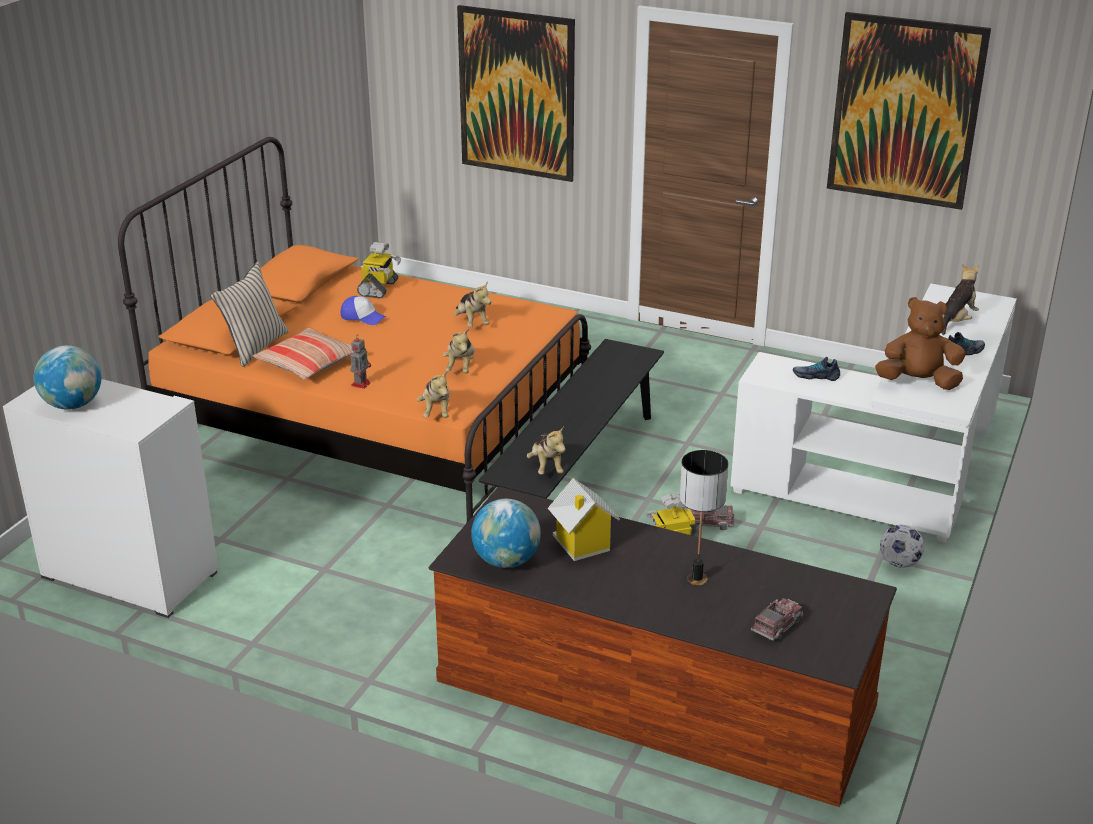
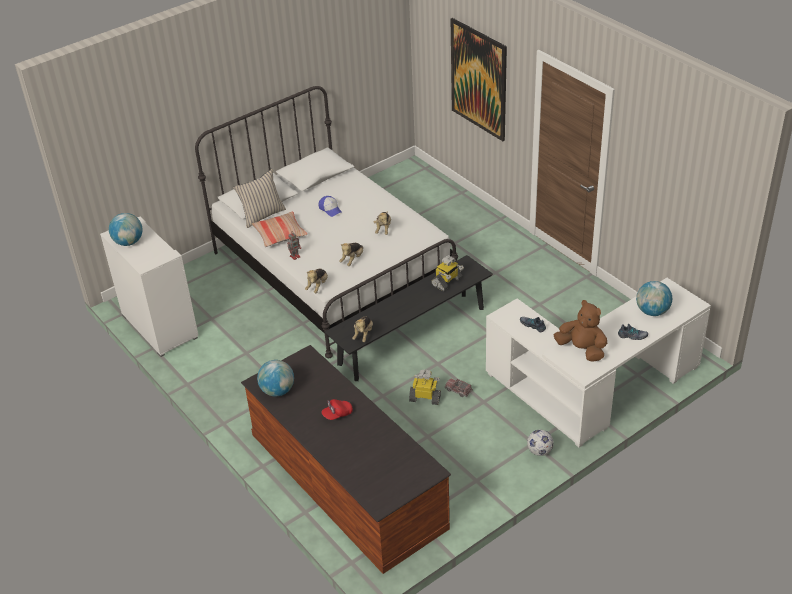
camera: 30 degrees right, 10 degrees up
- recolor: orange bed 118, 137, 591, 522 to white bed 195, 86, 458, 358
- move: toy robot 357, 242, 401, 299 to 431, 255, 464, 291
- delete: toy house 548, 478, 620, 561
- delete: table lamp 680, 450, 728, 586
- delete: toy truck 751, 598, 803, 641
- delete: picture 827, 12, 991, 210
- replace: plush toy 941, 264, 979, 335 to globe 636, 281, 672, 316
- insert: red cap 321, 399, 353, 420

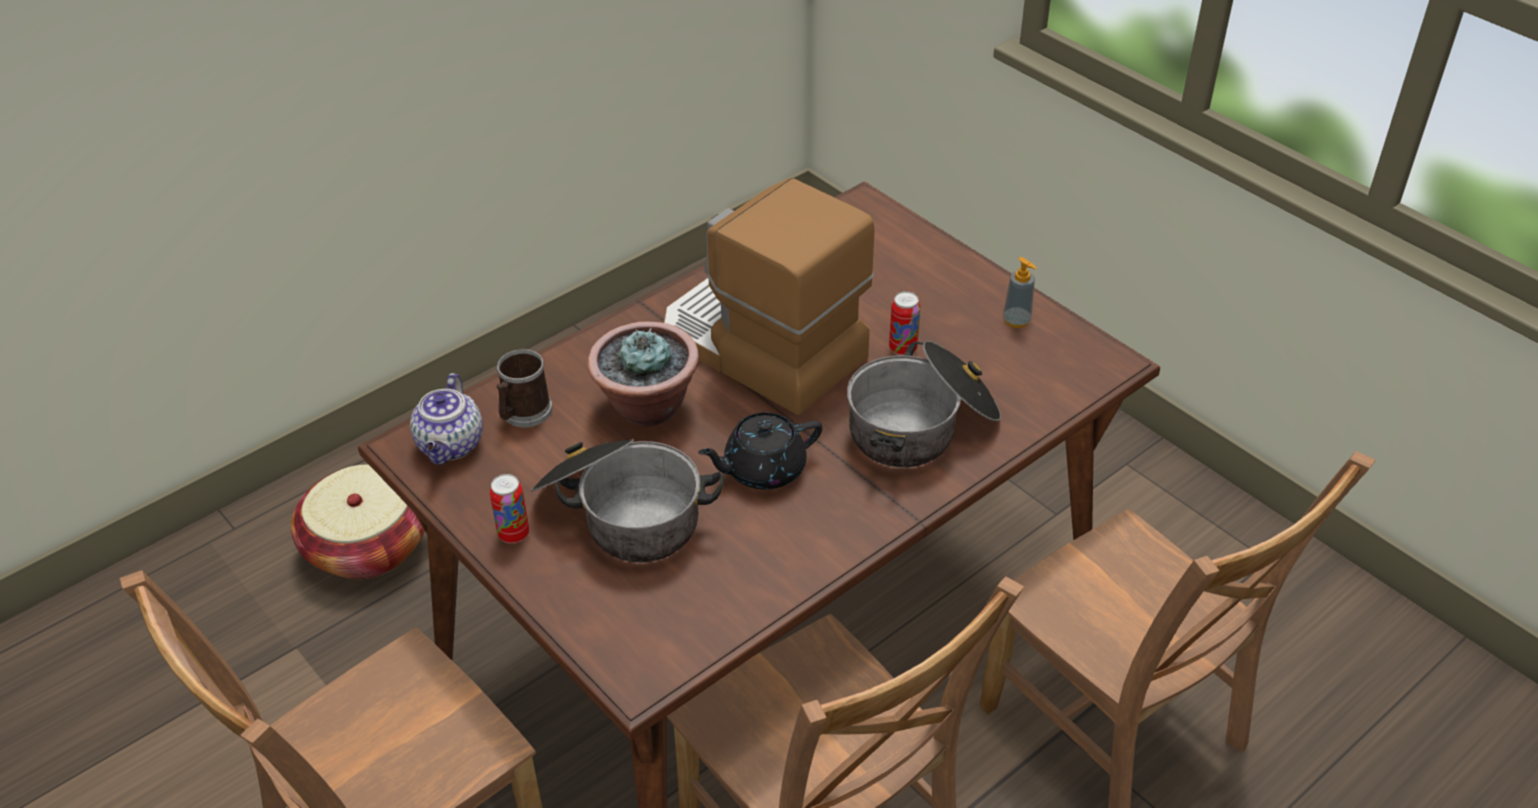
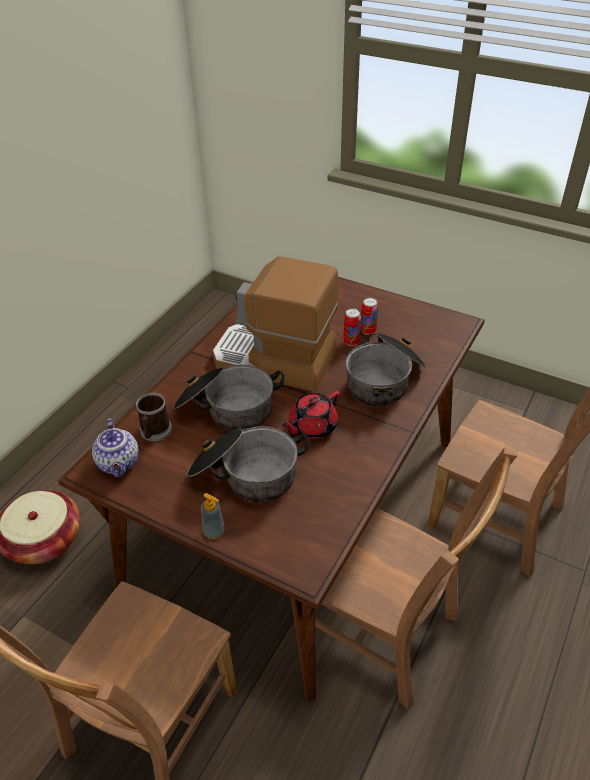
camera: 20 degrees left, 0 degrees up
- move: can 490, 474, 529, 544 to 361, 298, 378, 335
- replace: potted plant 587, 322, 699, 427 to cooking pot 173, 365, 284, 431
- recolor: black teapot 698, 412, 822, 490 to red teapot 281, 391, 340, 439
- move: soap dispenser 1003, 257, 1037, 328 to 201, 493, 225, 539

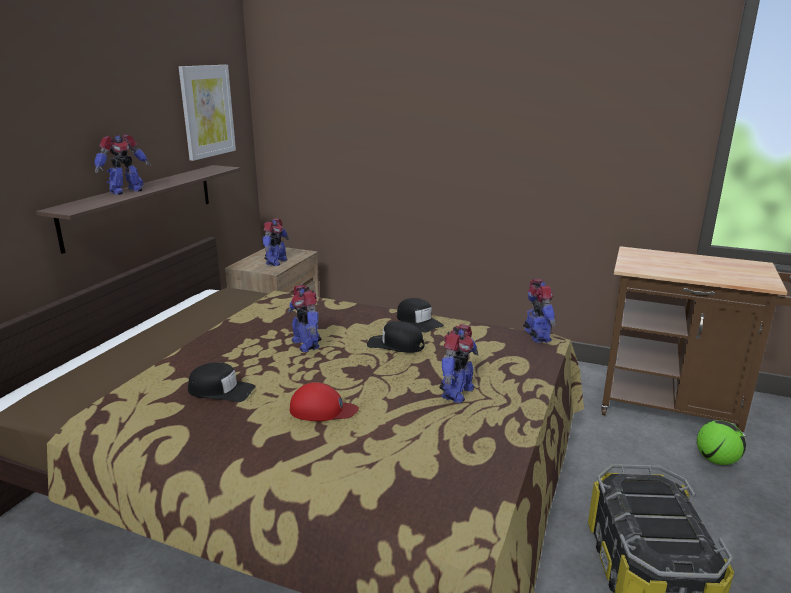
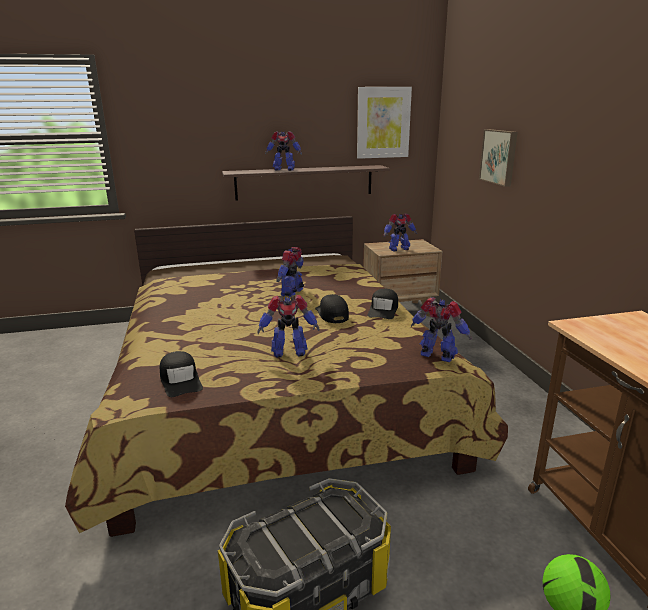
camera: 55 degrees right, 0 degrees up
- move: black cap 188, 362, 256, 402 to 160, 351, 203, 397
- delete: red cap 290, 382, 359, 421
- rotate: toy robot 523, 279, 556, 343 = 411, 297, 472, 362 105 degrees counterclockwise
- insert: picture 479, 129, 517, 187

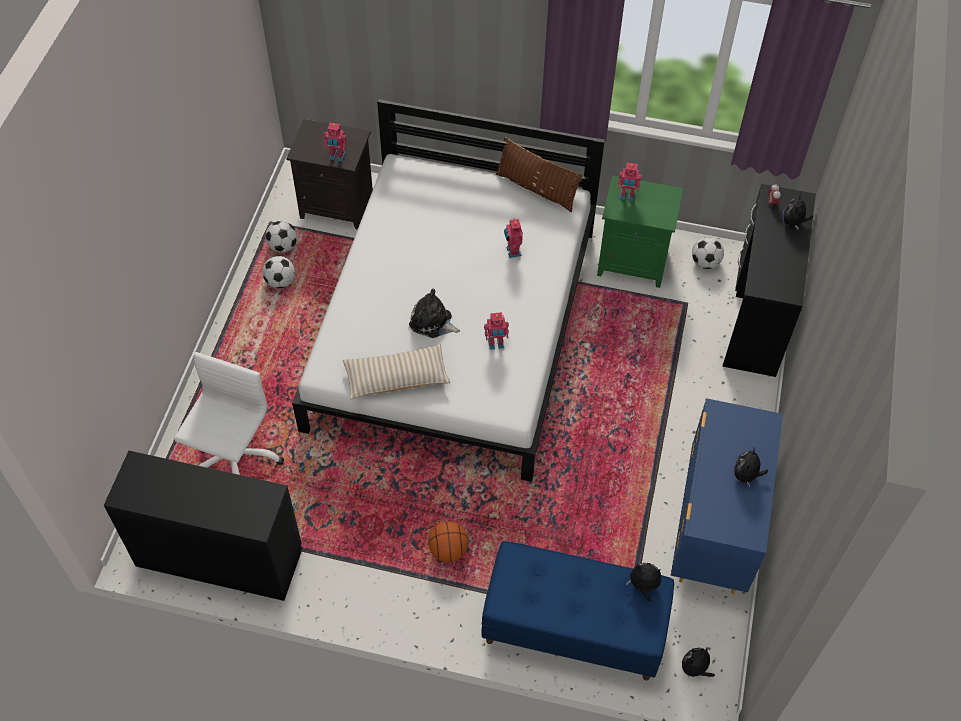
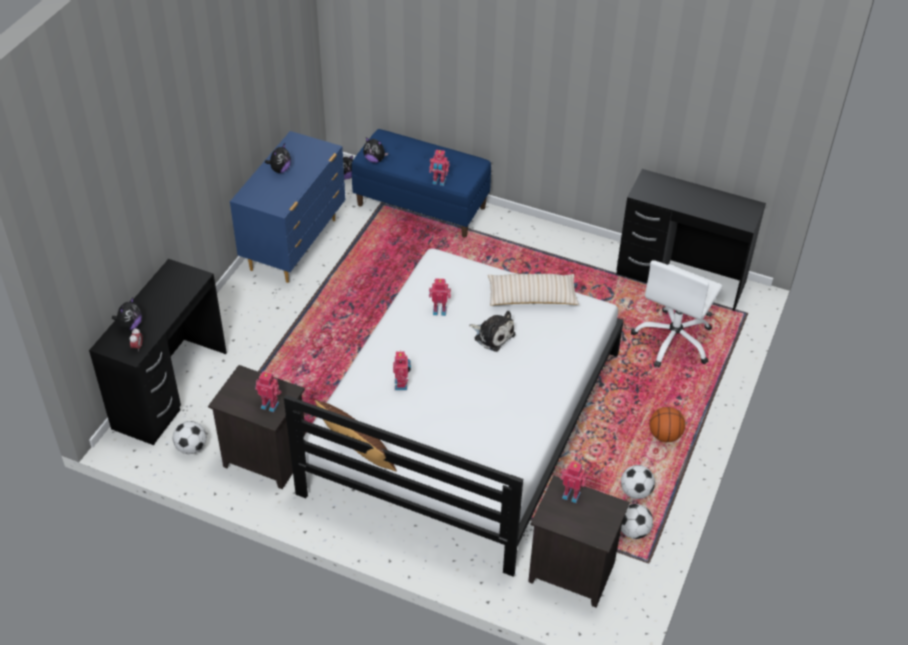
camera: 170 degrees left, 10 degrees down
- move: basketball 428, 521, 469, 562 to 649, 407, 685, 442
- recolor: green nightstand 597, 175, 684, 288 to black nightstand 208, 365, 306, 489
- insert: toy robot 429, 150, 450, 186

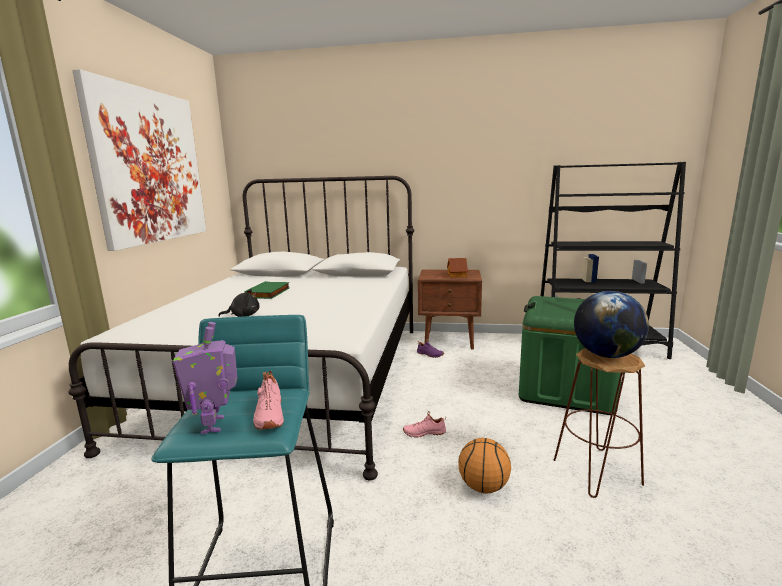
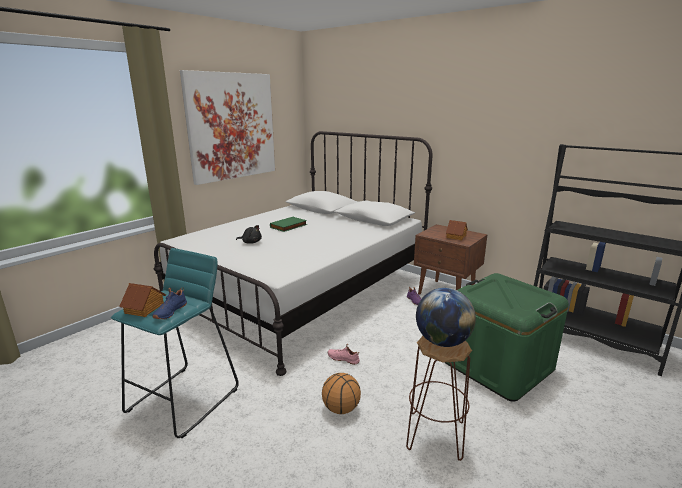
camera: 30 degrees right, 5 degrees up
- replace: toy robot 172, 322, 237, 434 to toy house 119, 283, 166, 317
- recolor: pink shoe 253, 371, 284, 430 to blue shoe 153, 288, 187, 319

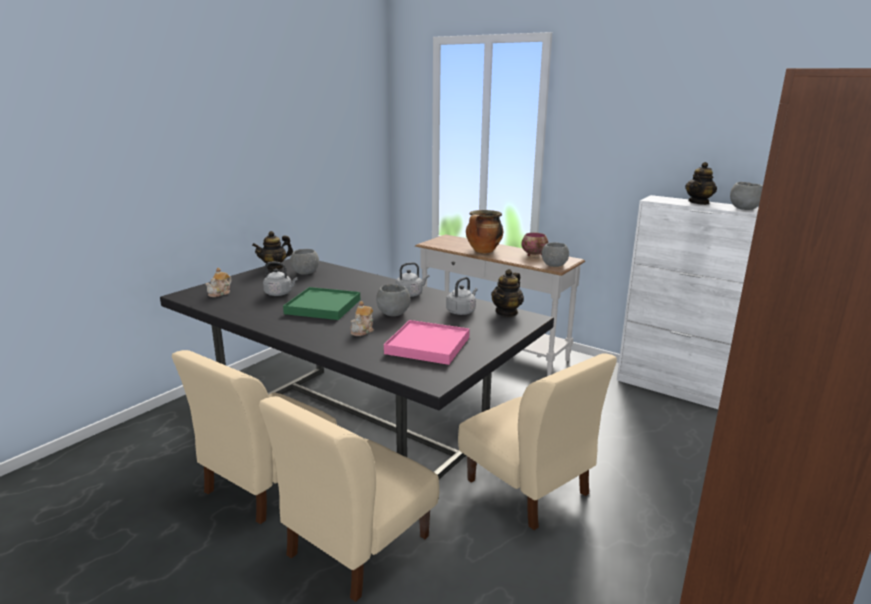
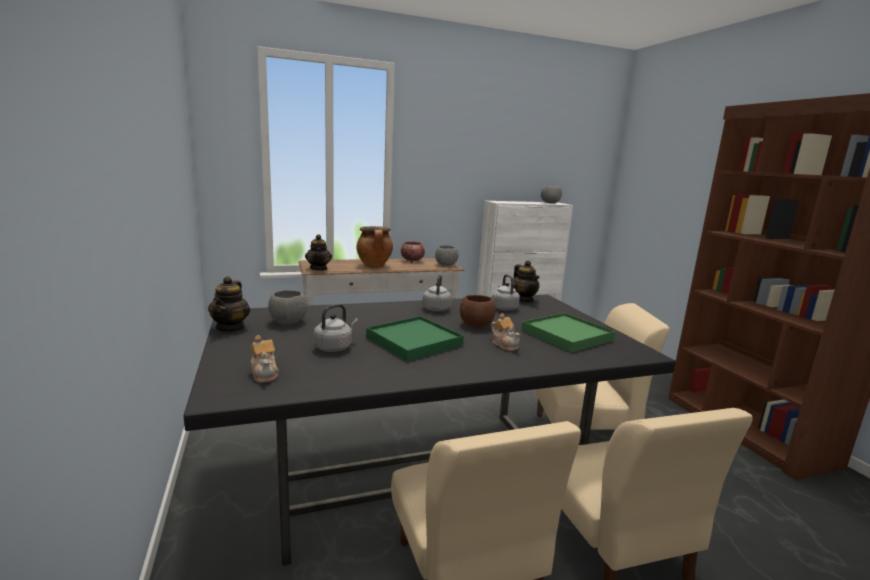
camera: 55 degrees left, 5 degrees down
- recolor: grey bowl 376, 284, 410, 316 to brown bowl 460, 295, 496, 328
- recolor: pink tray 384, 320, 470, 365 to green tray 522, 313, 615, 353
- move: teapot 685, 162, 717, 205 to 305, 234, 332, 271

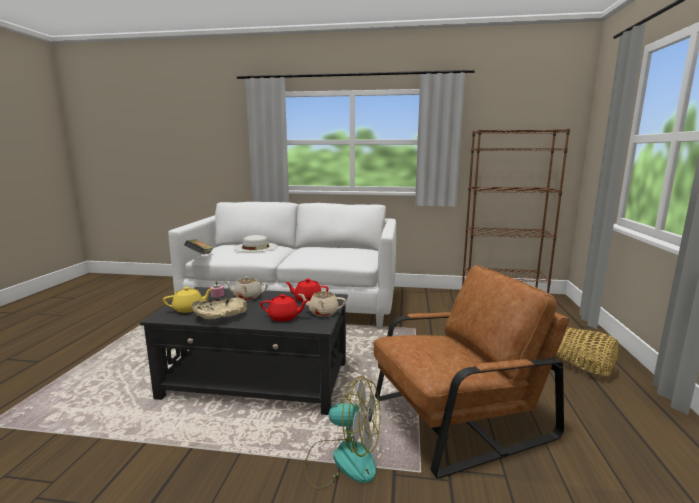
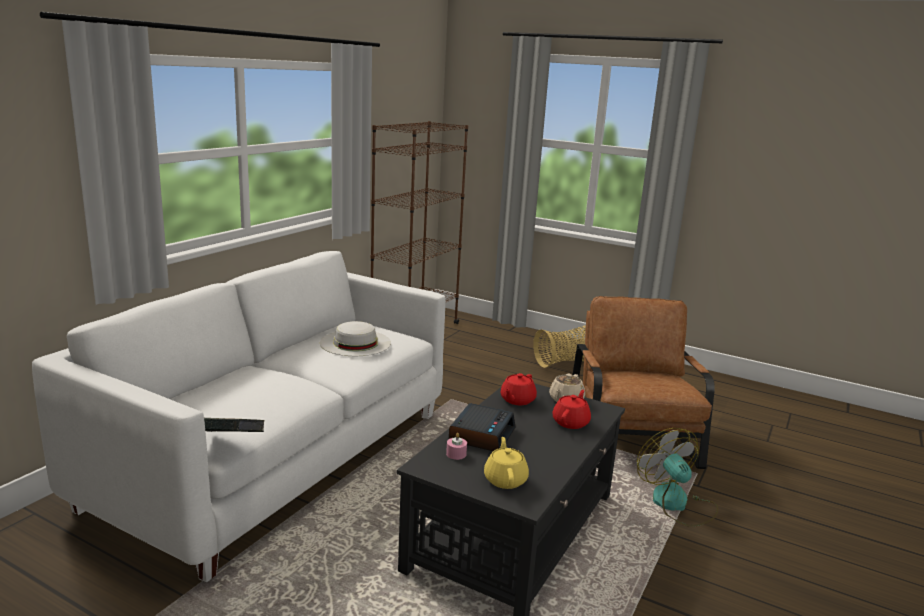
camera: 70 degrees left, 5 degrees up
- delete: beige bowl 192, 297, 247, 319
- replace: beige teapot 223, 276, 268, 300 to alarm clock 449, 403, 515, 451
- move: white hat 234, 235, 277, 252 to 320, 321, 391, 356
- rotate: fan 304, 376, 380, 490 = 637, 428, 719, 527 60 degrees counterclockwise

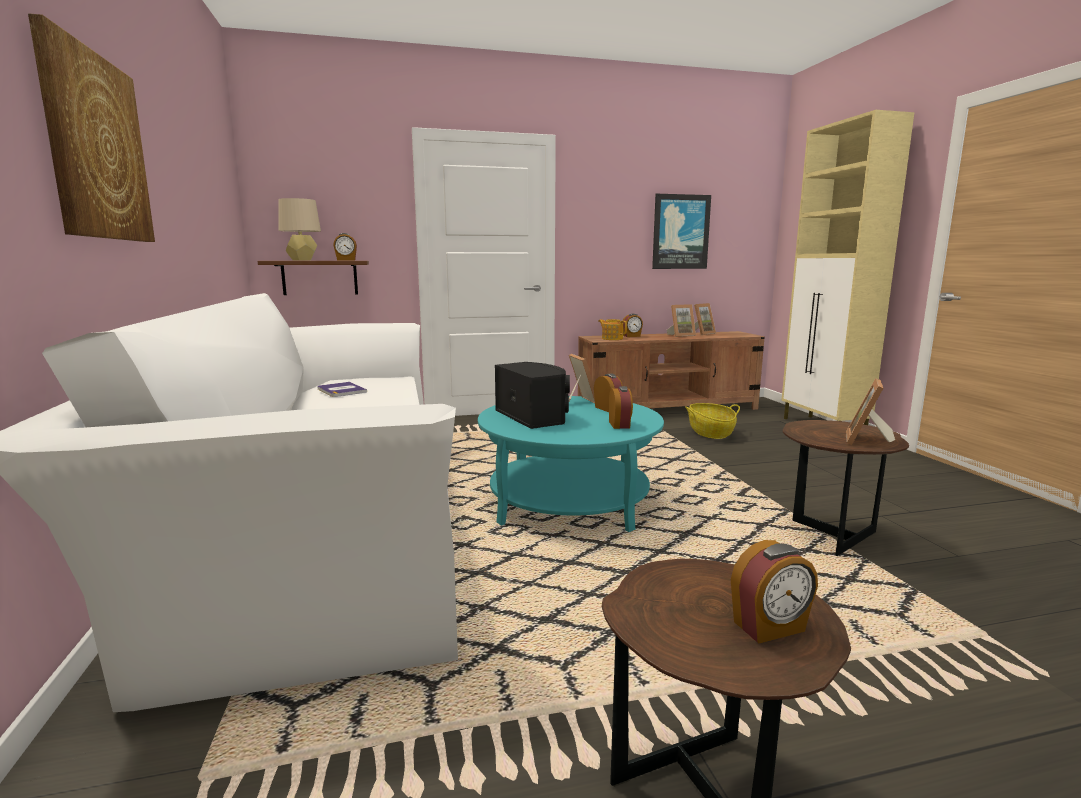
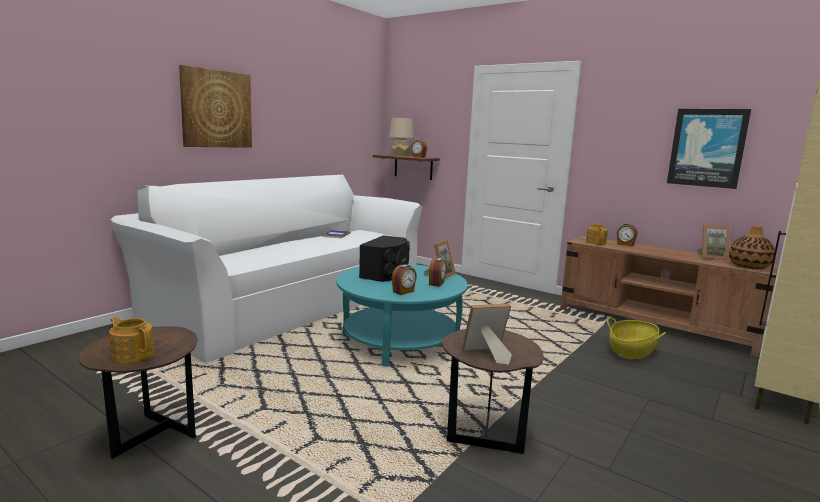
camera: 50 degrees right, 0 degrees up
- delete: picture frame 667, 304, 696, 337
- replace: alarm clock 731, 540, 818, 644 to teapot 109, 317, 154, 363
- insert: vase 729, 225, 775, 269

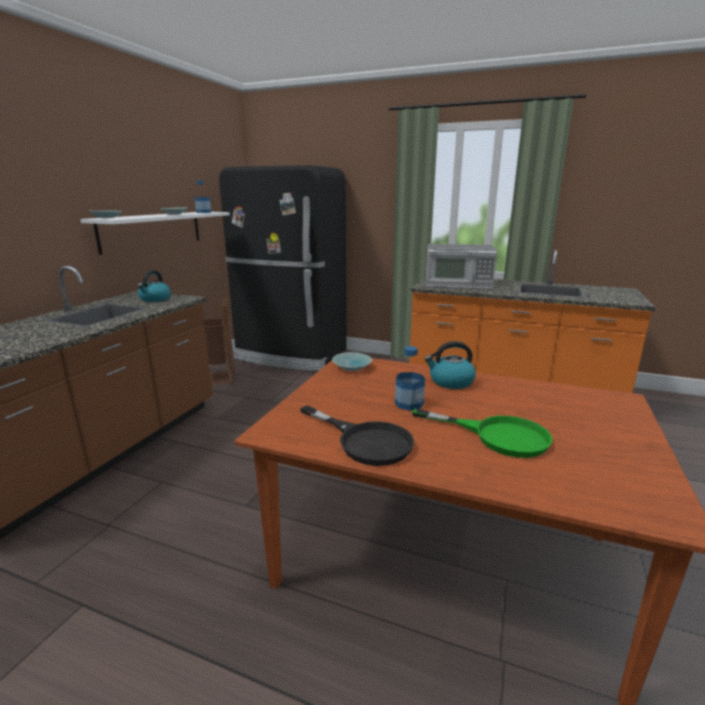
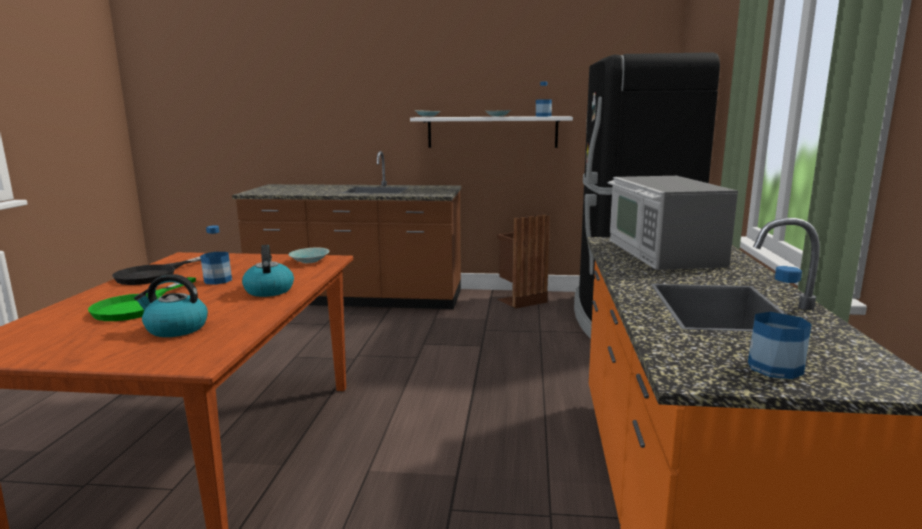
camera: 75 degrees right, 5 degrees down
- move: kettle 137, 270, 171, 302 to 134, 274, 208, 337
- insert: bottle 748, 266, 812, 379

